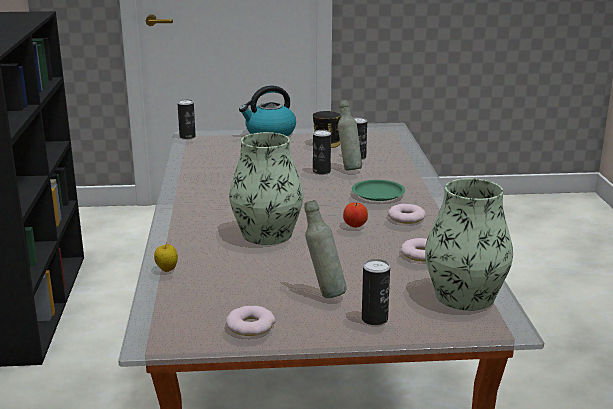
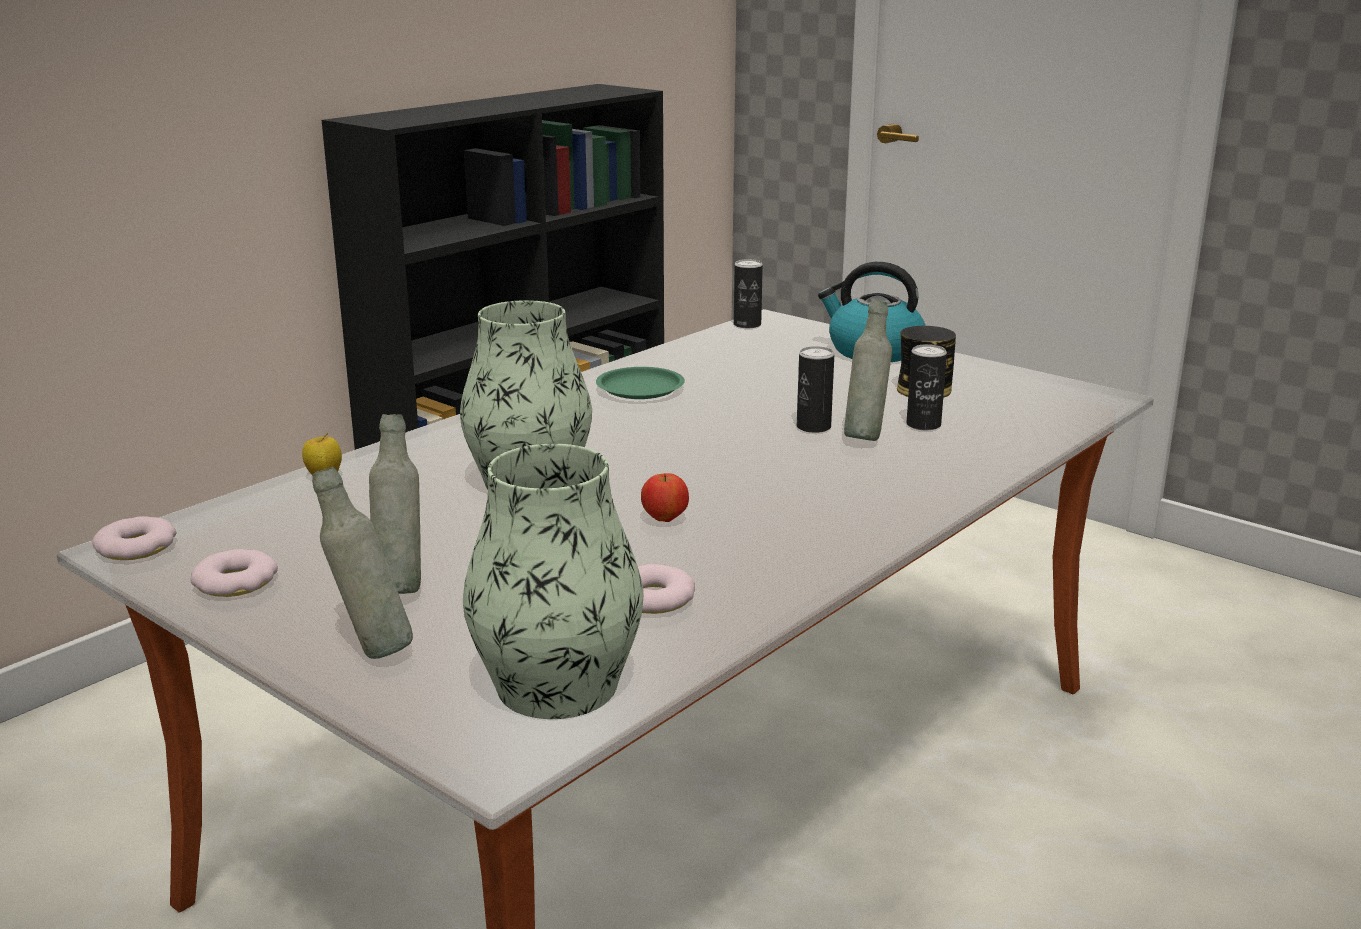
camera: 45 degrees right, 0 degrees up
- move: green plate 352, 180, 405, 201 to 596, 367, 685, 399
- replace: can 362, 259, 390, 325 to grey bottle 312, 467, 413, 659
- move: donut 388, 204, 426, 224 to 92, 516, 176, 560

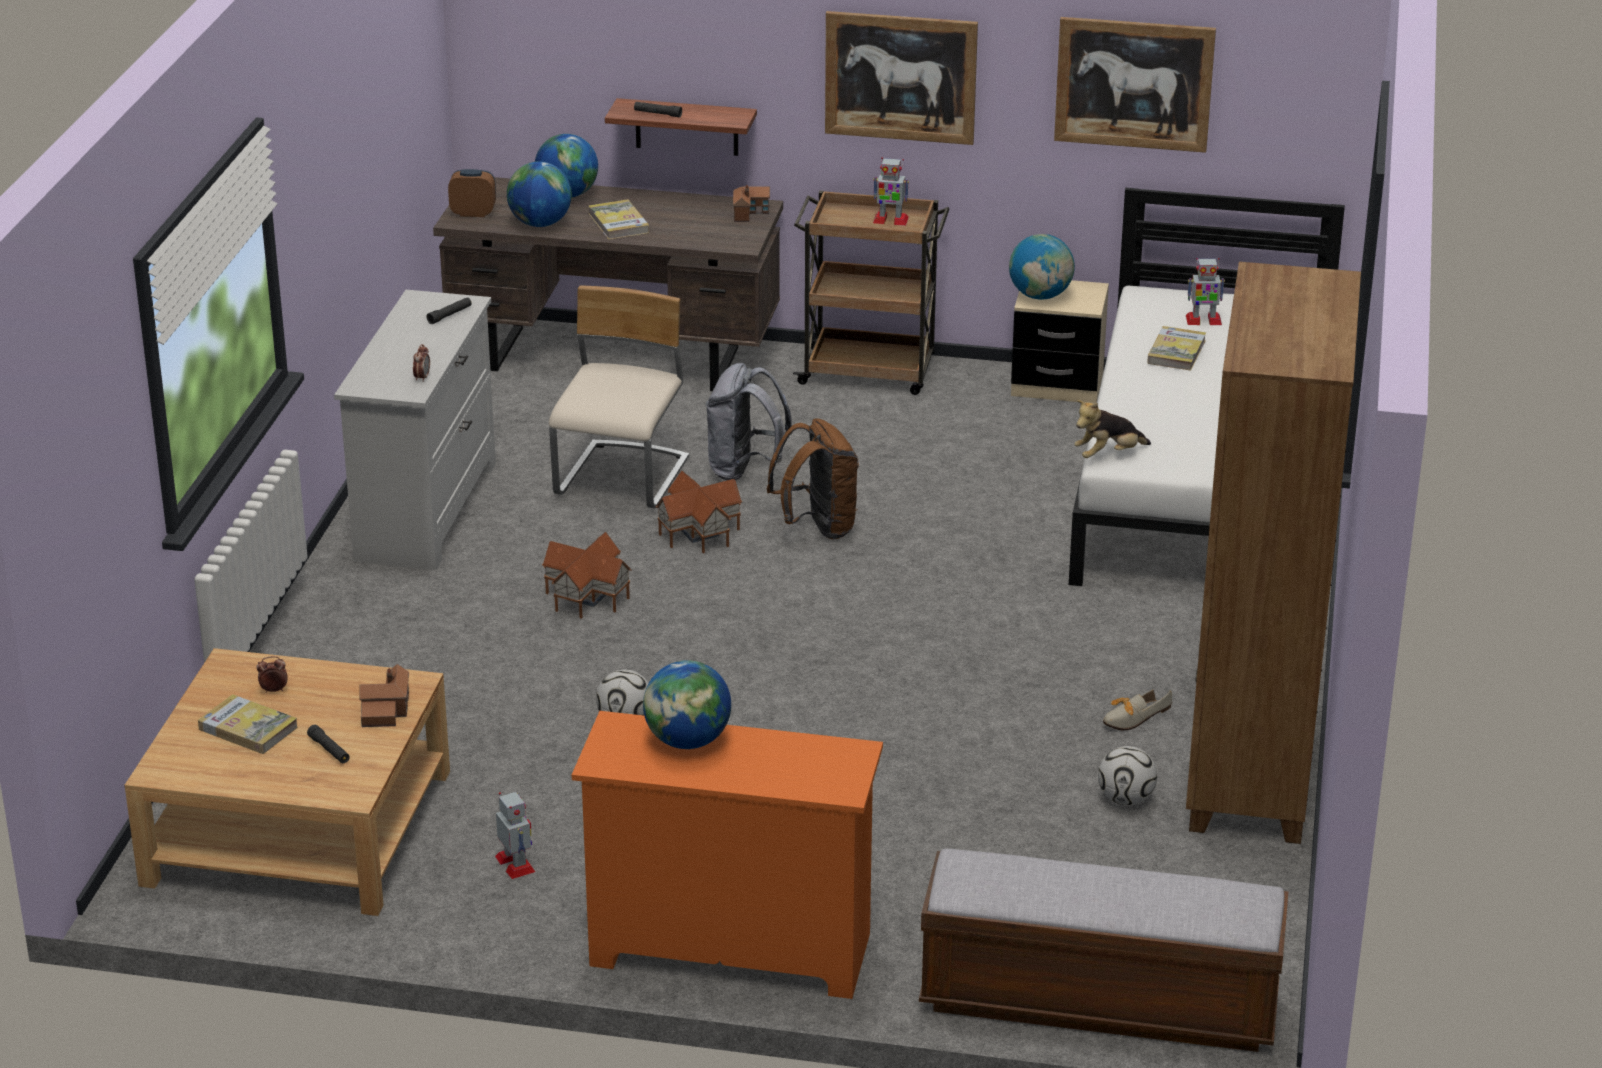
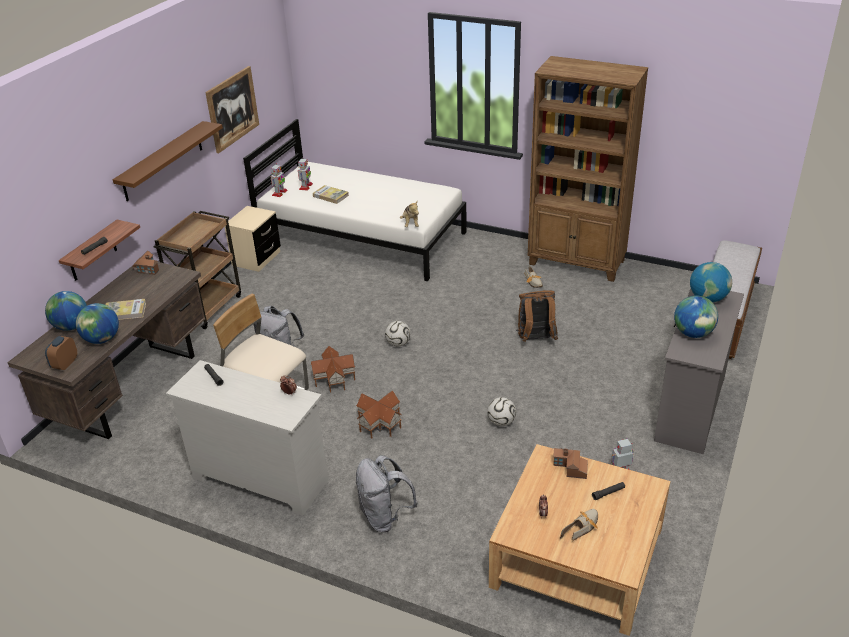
camera: 75 degrees left, 5 degrees up
- replace: book 198, 694, 298, 754 to shoe 560, 509, 598, 541
- recolor: orange dresser 572, 711, 883, 999 to grey dresser 654, 288, 744, 454
- move: brown backpack 766, 418, 859, 539 to 516, 290, 558, 342
- replace: picture 825, 11, 978, 145 to brown shelf 113, 121, 223, 201
- move: toy robot 873, 157, 909, 226 to 270, 165, 288, 197
- move: globe 1009, 234, 1075, 300 to 690, 262, 732, 302
- move: football 1098, 746, 1157, 805 to 385, 321, 411, 346
- insert: grey backpack 356, 455, 418, 532

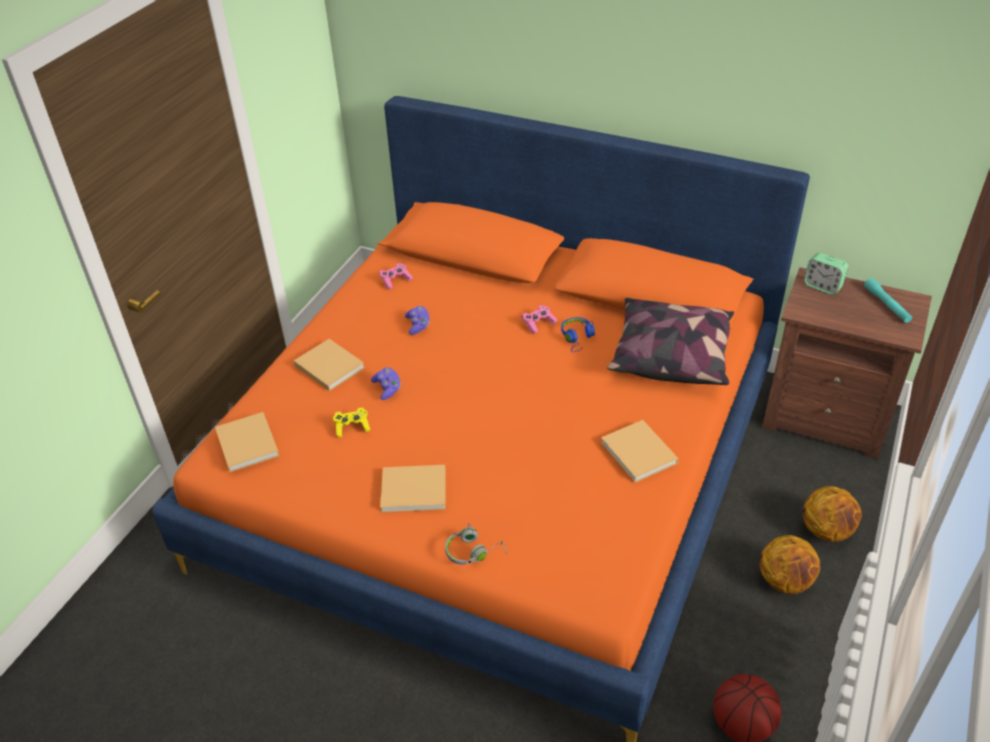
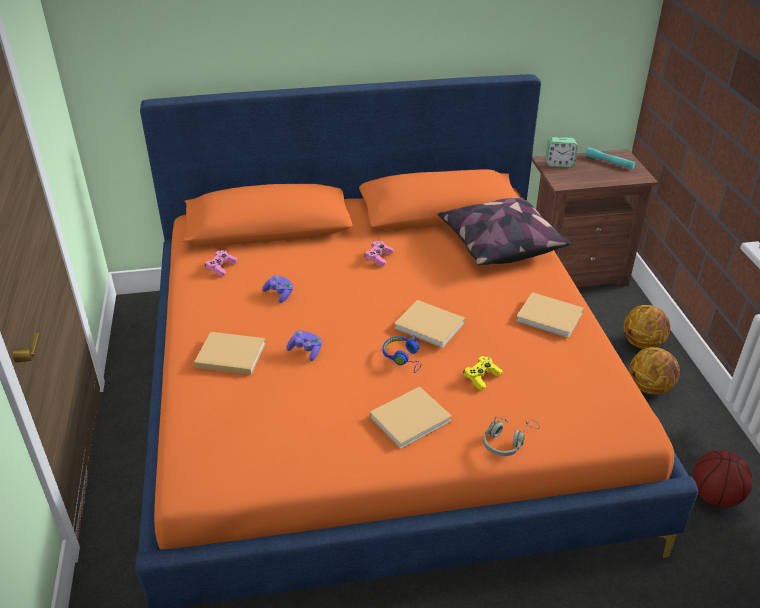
camera: 35 degrees left, 5 degrees down
- move: beige book 215, 412, 279, 472 to 394, 300, 465, 348
- move: yellow game controller 333, 407, 370, 438 to 464, 356, 503, 390
- move: blue headphones 561, 317, 595, 352 to 383, 335, 422, 373

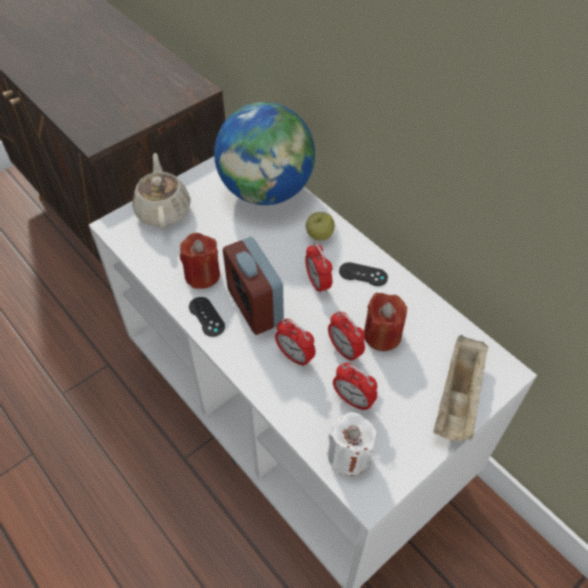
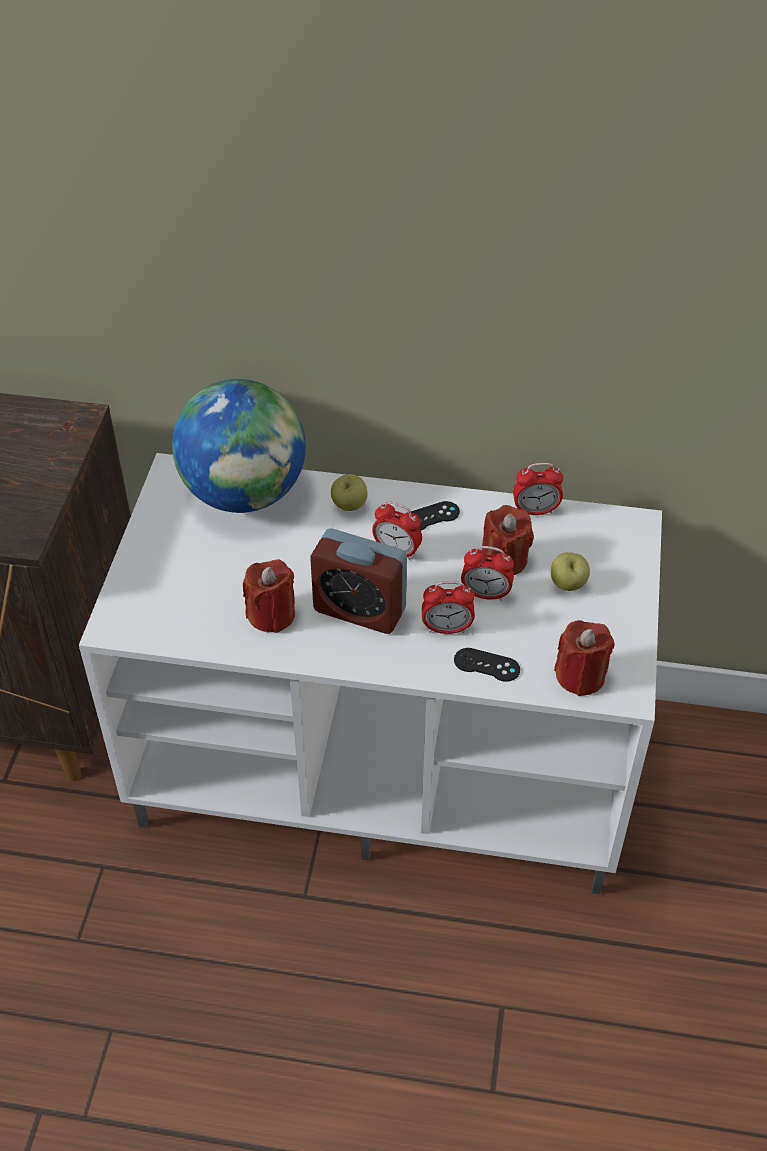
camera: 40 degrees left, 5 degrees down
- delete: beige teapot 132, 153, 191, 229
- move: black game controller 189, 297, 225, 337 to 454, 648, 520, 682
- recolor: white candle 327, 412, 377, 476 to red candle 554, 620, 615, 696
- move: alarm clock 333, 363, 377, 411 to 513, 463, 563, 515
- delete: beige tray 434, 335, 488, 441
- insert: apple 551, 552, 590, 591

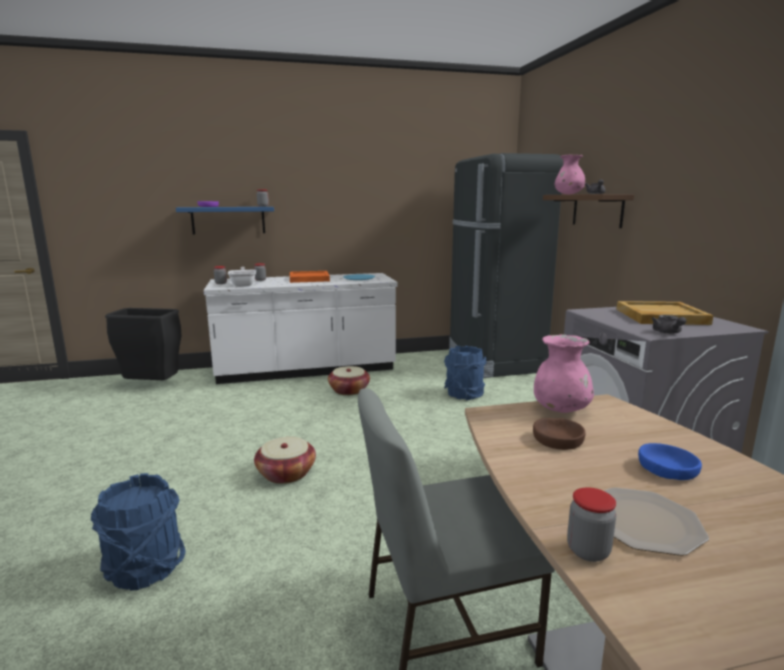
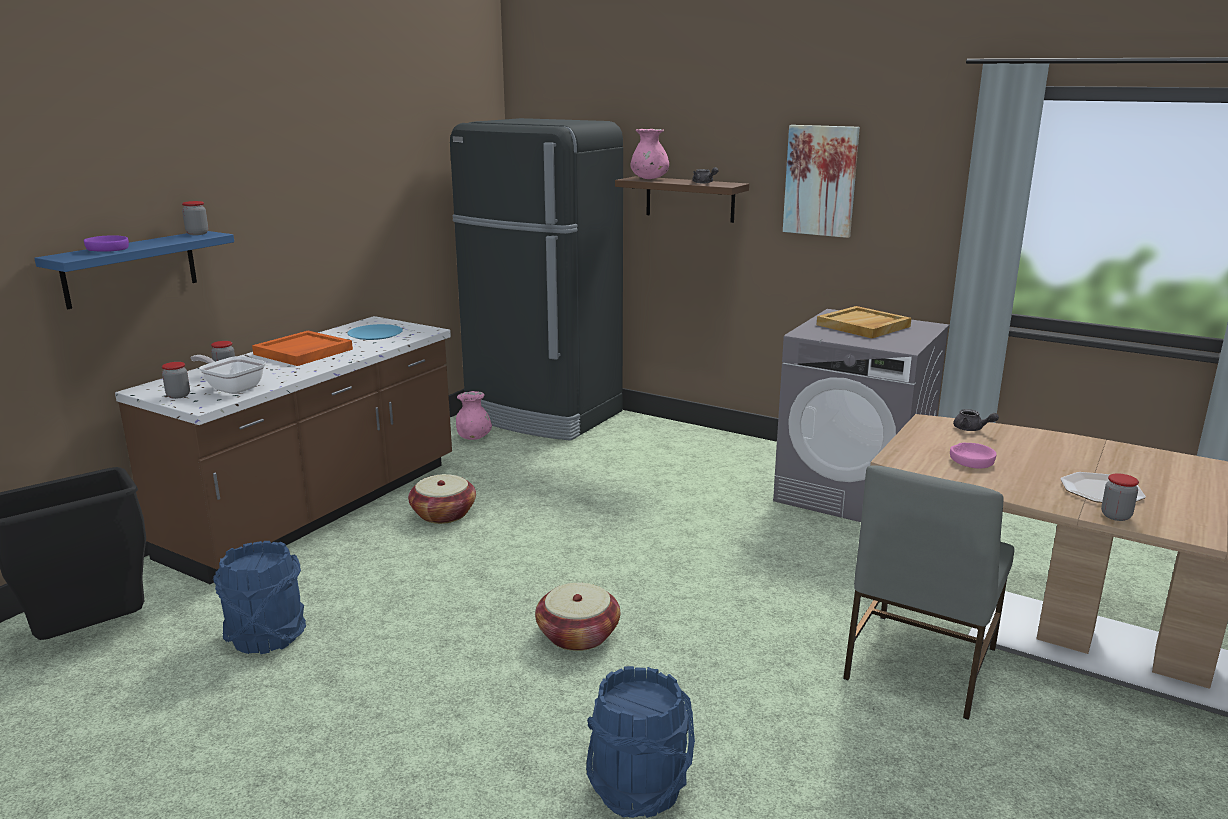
camera: 45 degrees left, 5 degrees up
- recolor: white counter 204, 273, 398, 384 to brown counter 115, 316, 452, 584
- move: blue bucket 444, 346, 486, 400 to 213, 541, 306, 654
- recolor: brown bowl 533, 418, 586, 450 to pink bowl 950, 443, 997, 468
- move: pink vase 534, 334, 594, 413 to 456, 391, 492, 440
- delete: blue bowl 638, 443, 702, 480
- move: grey teapot 652, 315, 687, 334 to 953, 409, 999, 431
- insert: picture 783, 125, 860, 238

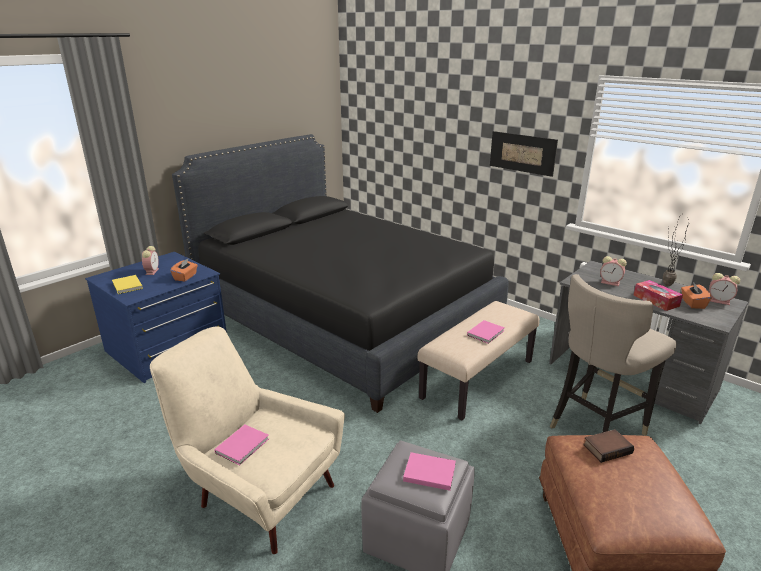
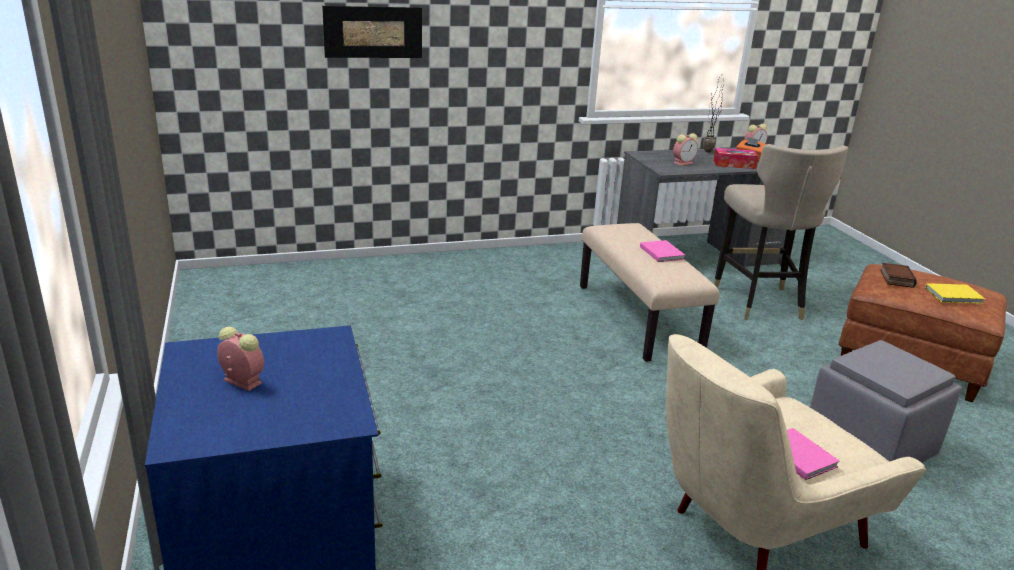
camera: 60 degrees left, 0 degrees up
- move: yellow book 112, 275, 143, 294 to 925, 283, 985, 304
- delete: orange tissue box 170, 258, 198, 281
- delete: black bed 172, 134, 509, 413
- delete: pink book 403, 452, 456, 491
- move: picture 490, 131, 558, 177 to 322, 6, 422, 58

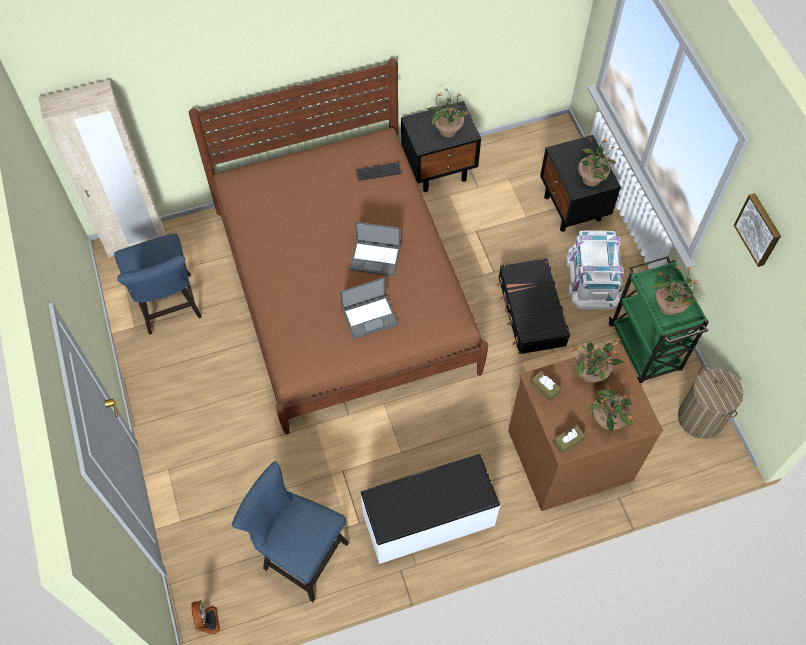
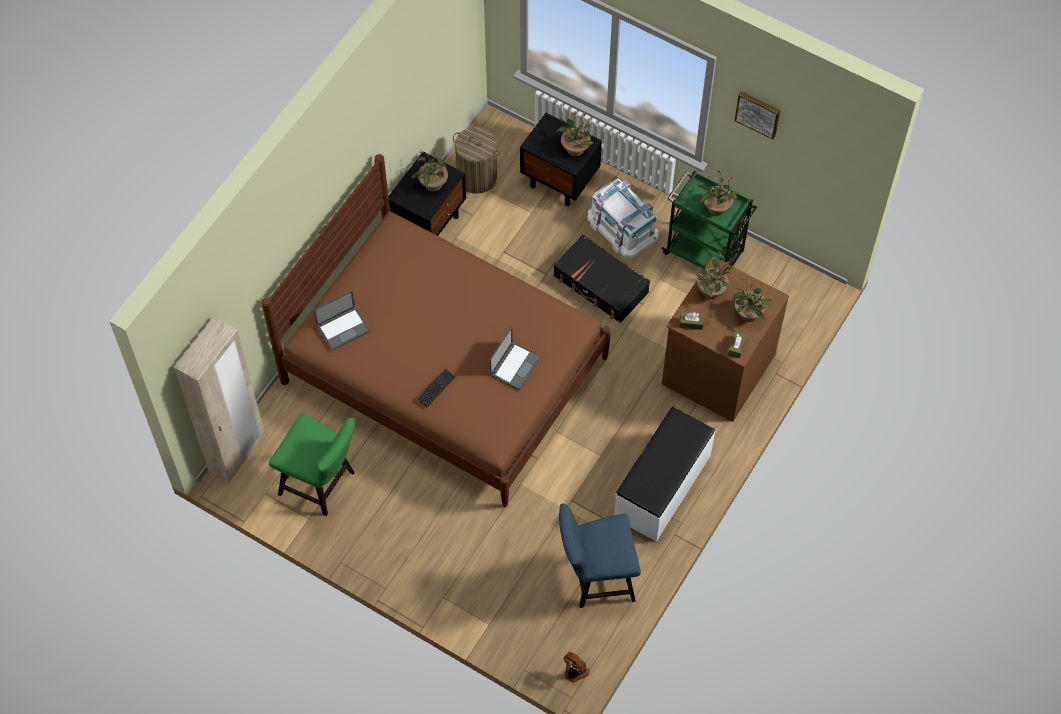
camera: 40 degrees left, 0 degrees up
- recolor: blue chair 114, 233, 202, 335 to green chair 269, 413, 355, 516
- move: laptop 349, 222, 401, 277 to 313, 291, 371, 351
- move: keyboard 356, 162, 401, 181 to 417, 369, 456, 407
- move: laundry basket 678, 365, 743, 439 to 453, 127, 500, 194

